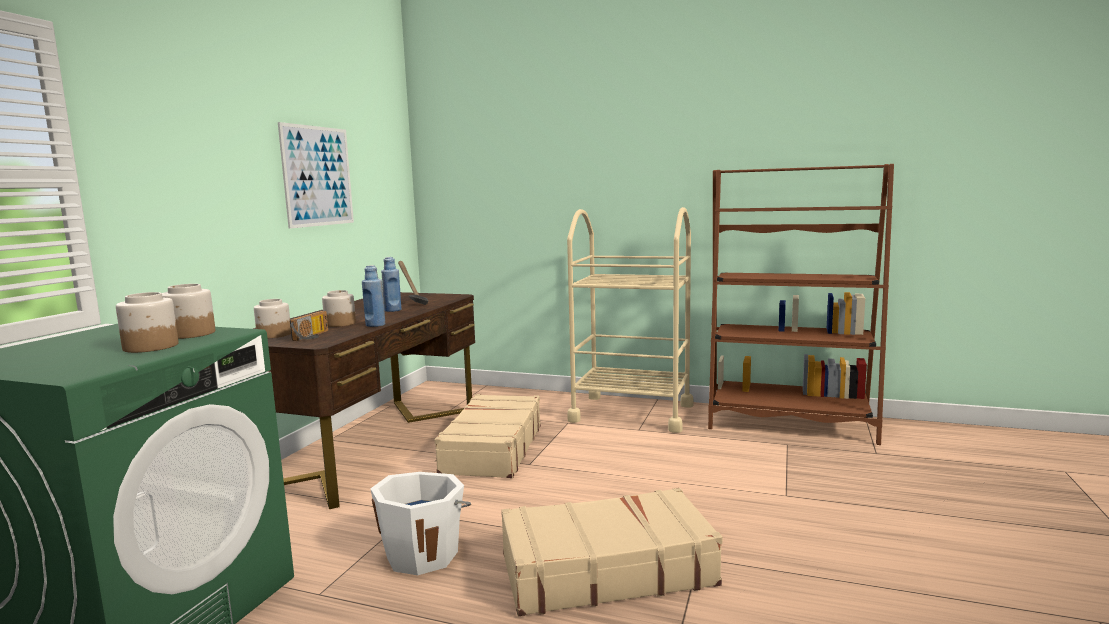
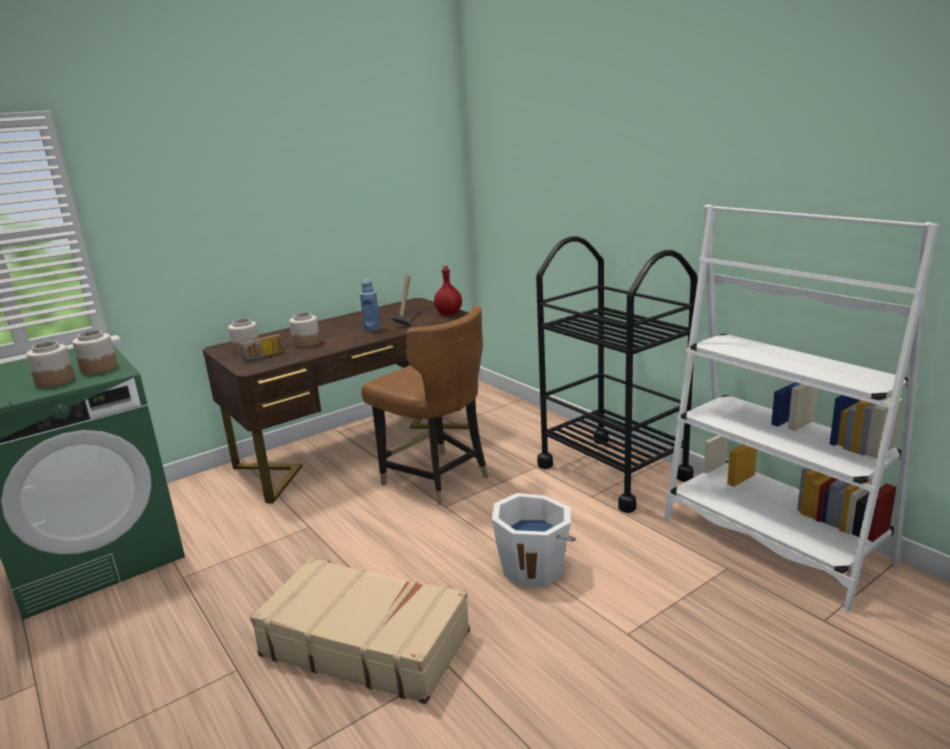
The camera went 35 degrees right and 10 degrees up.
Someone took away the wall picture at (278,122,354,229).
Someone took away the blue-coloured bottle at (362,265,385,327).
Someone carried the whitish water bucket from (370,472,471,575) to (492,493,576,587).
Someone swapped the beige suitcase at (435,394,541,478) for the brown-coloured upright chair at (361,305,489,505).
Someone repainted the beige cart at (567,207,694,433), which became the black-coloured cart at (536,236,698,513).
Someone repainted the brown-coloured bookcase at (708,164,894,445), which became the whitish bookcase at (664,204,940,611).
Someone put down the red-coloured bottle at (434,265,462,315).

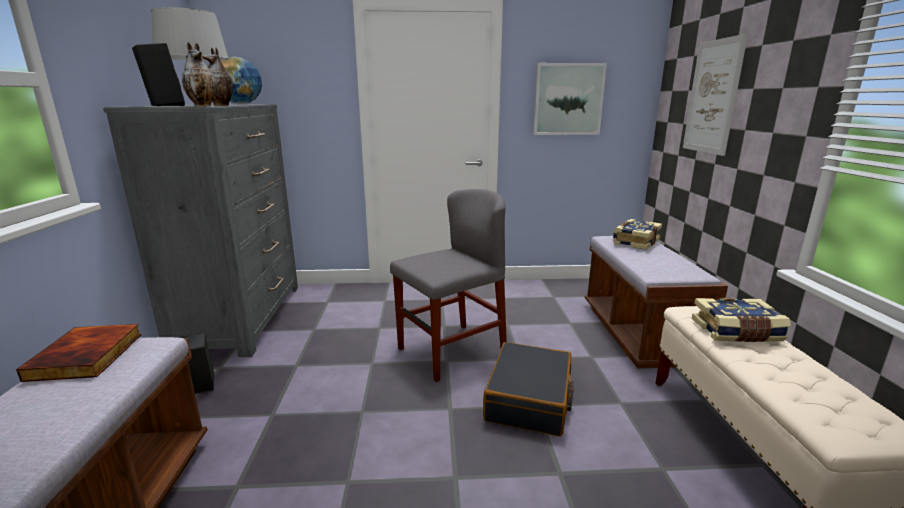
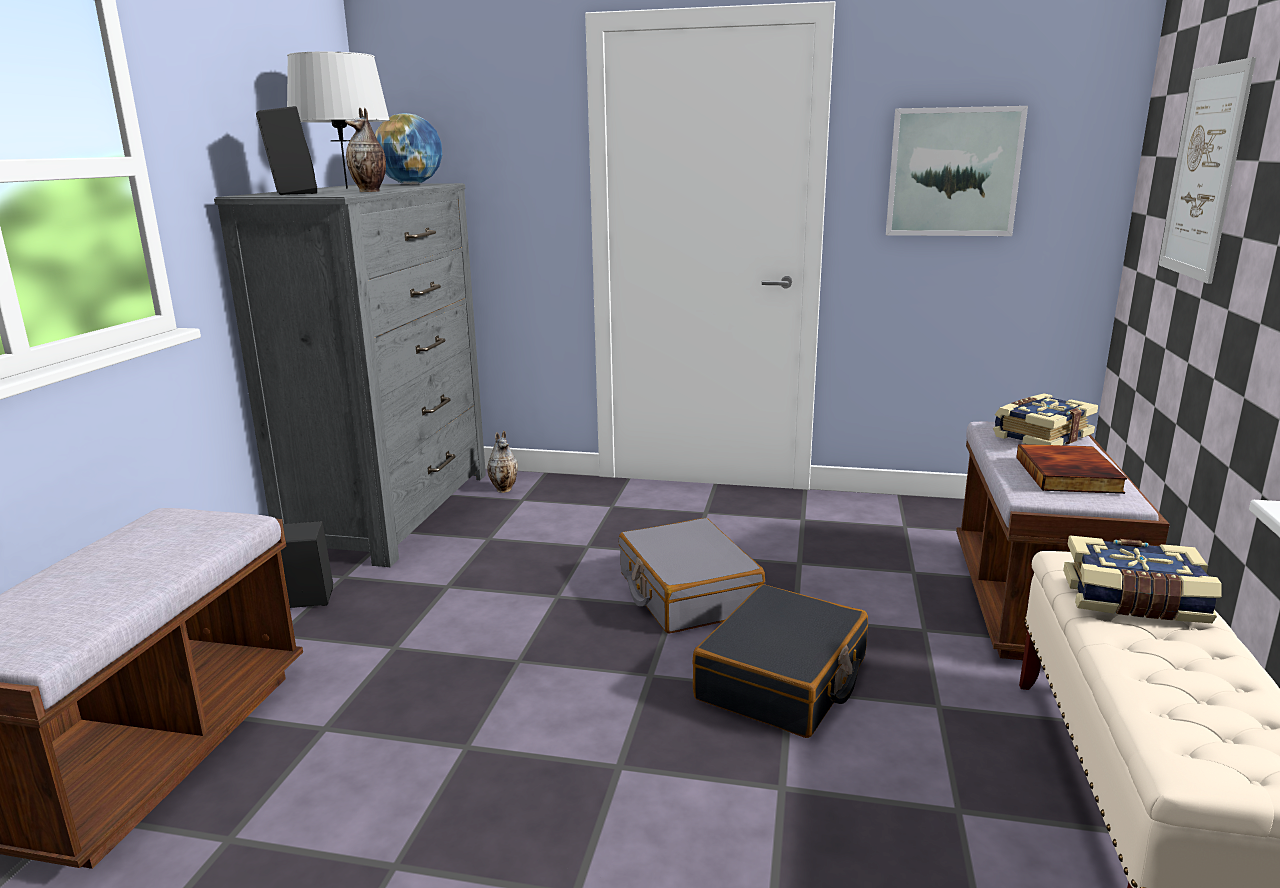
The camera went 15 degrees right and 0 degrees up.
Someone carried the book from (16,324,142,382) to (1016,444,1127,494).
Someone carried the vase from (182,42,215,106) to (488,431,518,493).
Someone swapped the gray upright chair at (390,189,507,382) for the gray suitcase at (619,518,765,633).

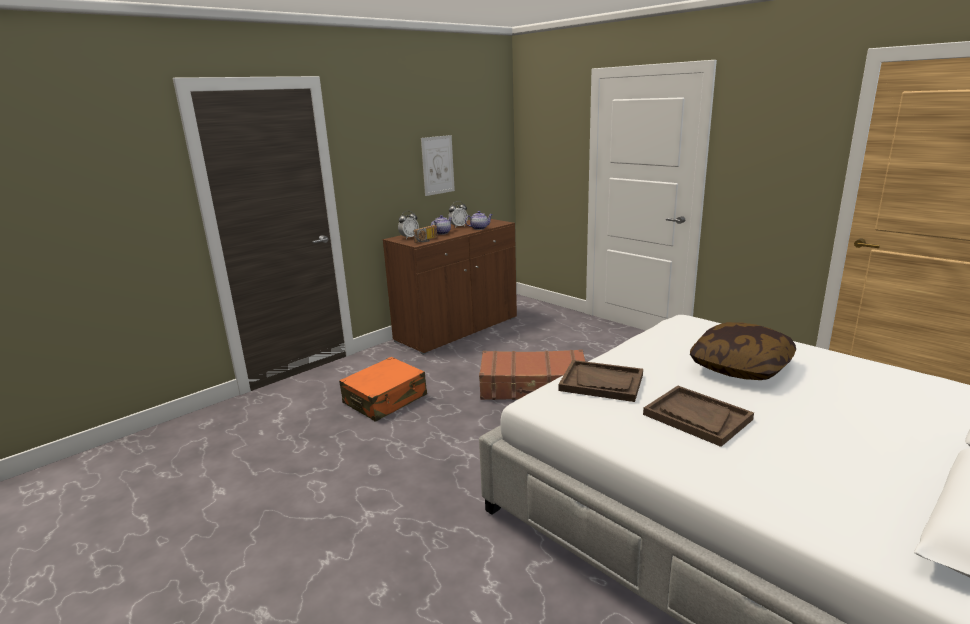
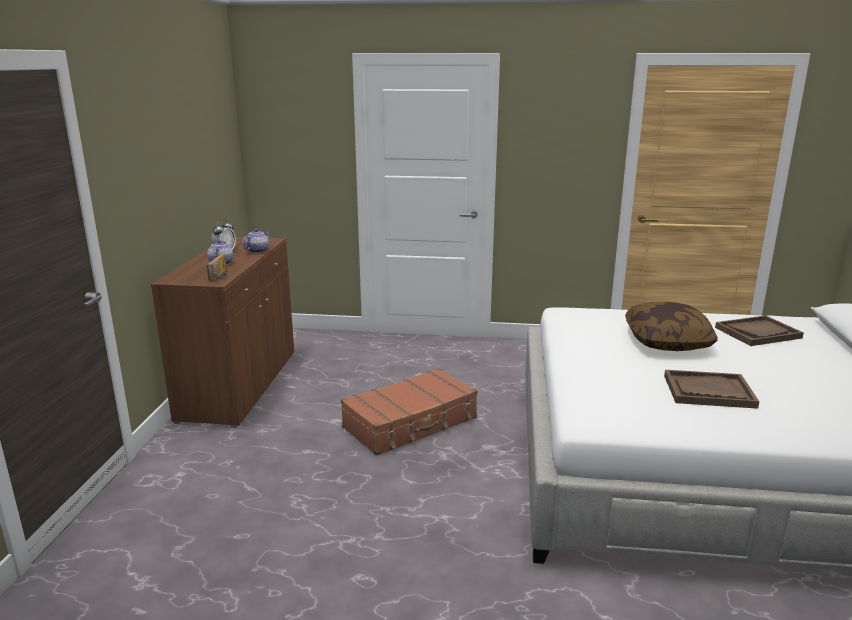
The camera went 40 degrees left and 0 degrees up.
Someone took away the orange suitcase at (339,357,427,422).
Someone took away the bedside clock at (398,211,419,239).
Someone took away the wall picture at (421,135,455,196).
Someone carried the brown-coloured serving tray from (558,360,643,402) to (715,315,804,346).

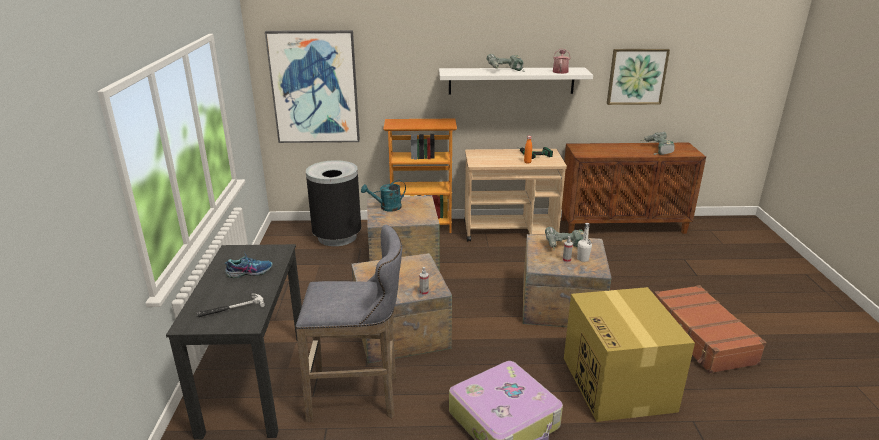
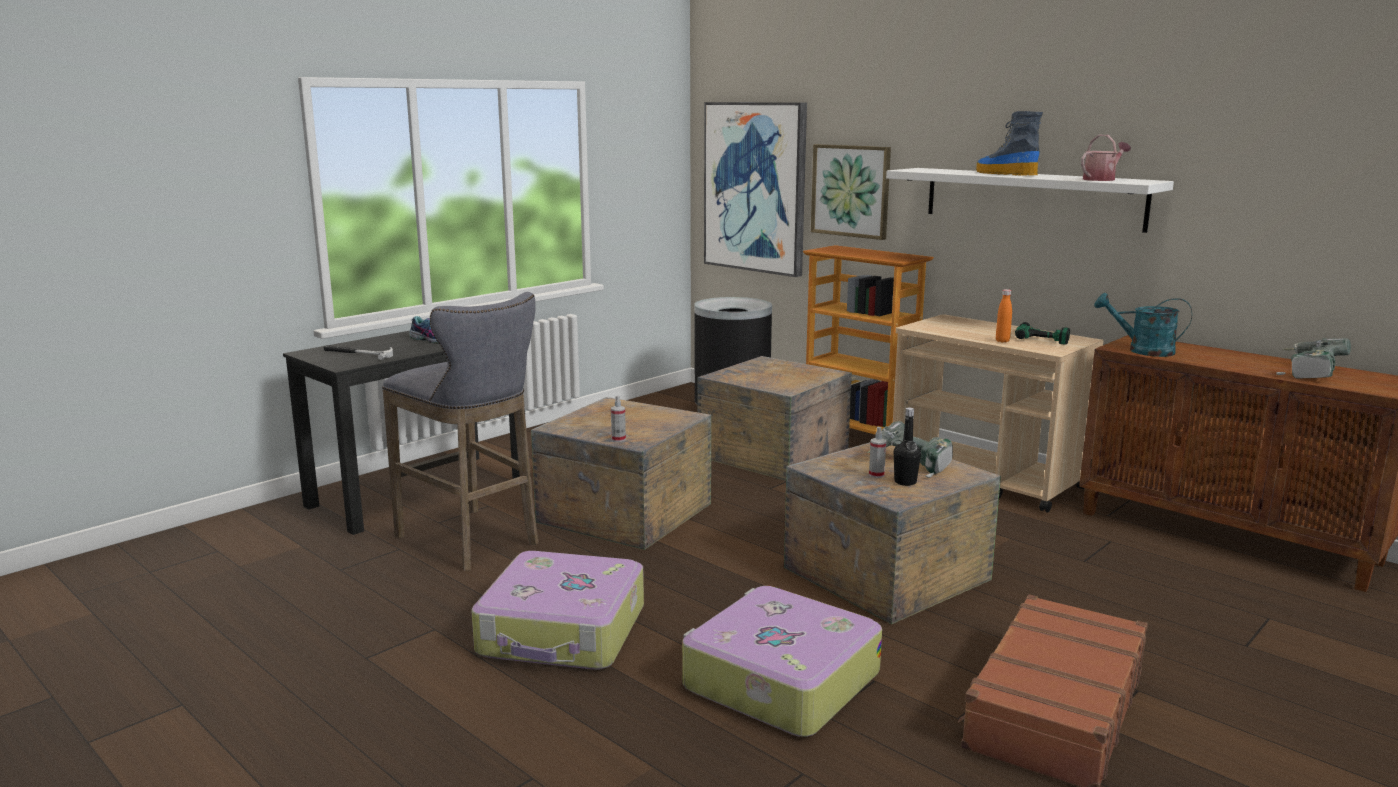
The camera went 45 degrees right and 10 degrees down.
Someone carried the turquoise sprinkling can from (361,180,406,211) to (1094,293,1192,357).
Someone swapped the power drill at (487,54,524,72) for the boot at (976,111,1043,176).
Someone swapped the carton at (564,287,695,422) for the suitcase at (682,586,882,737).
Someone repainted the whitish bottle at (577,223,592,262), which became the black-coloured bottle at (894,408,921,486).
Someone carried the wall picture from (607,49,670,105) to (811,144,891,240).

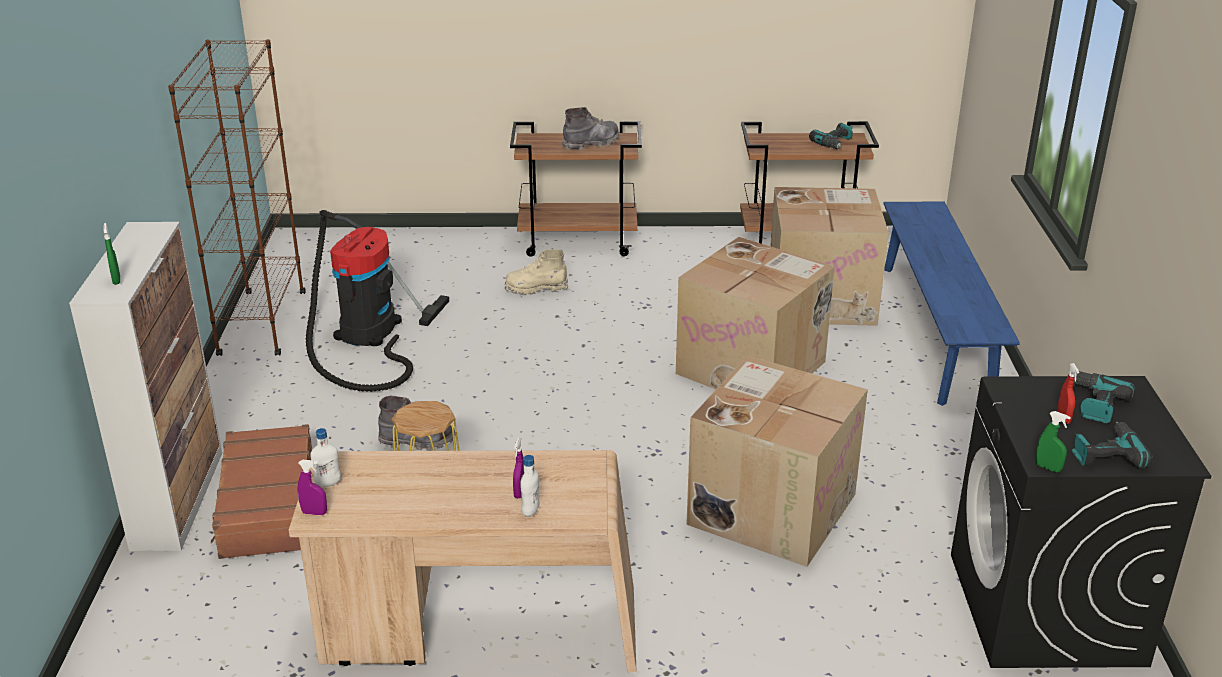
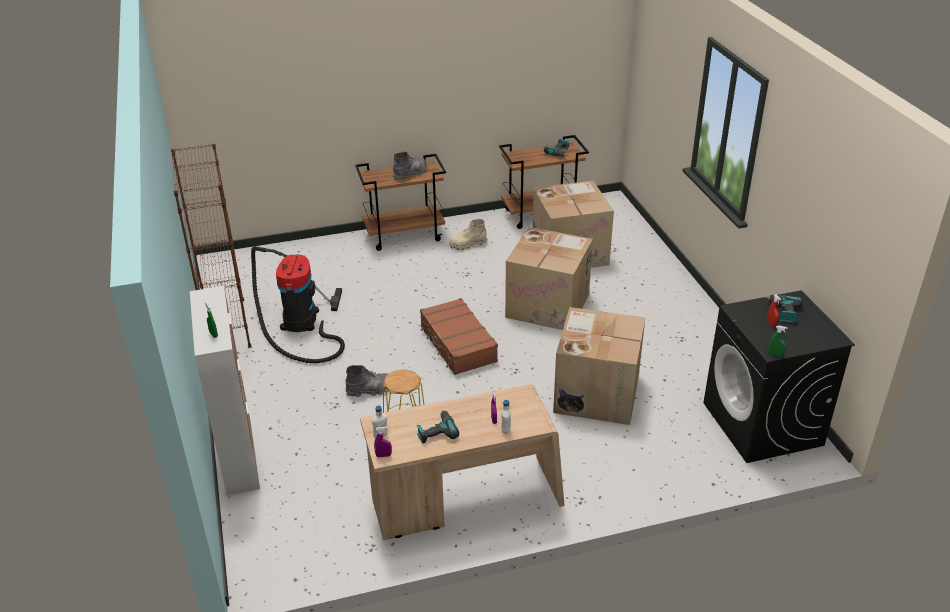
The camera went 15 degrees left and 5 degrees up.
Someone carried the brown-coloured suitcase from (211,424,312,559) to (420,298,498,375).
Someone carried the beige boot from (505,250,568,295) to (449,219,487,250).
Someone took away the blue-coloured bench at (884,202,1020,406).
Someone carried the power drill from (1072,422,1153,468) to (417,410,459,444).

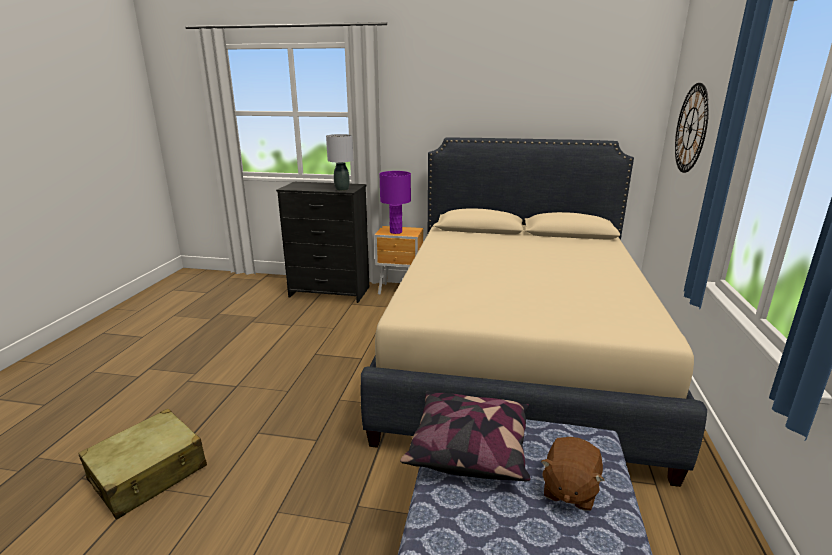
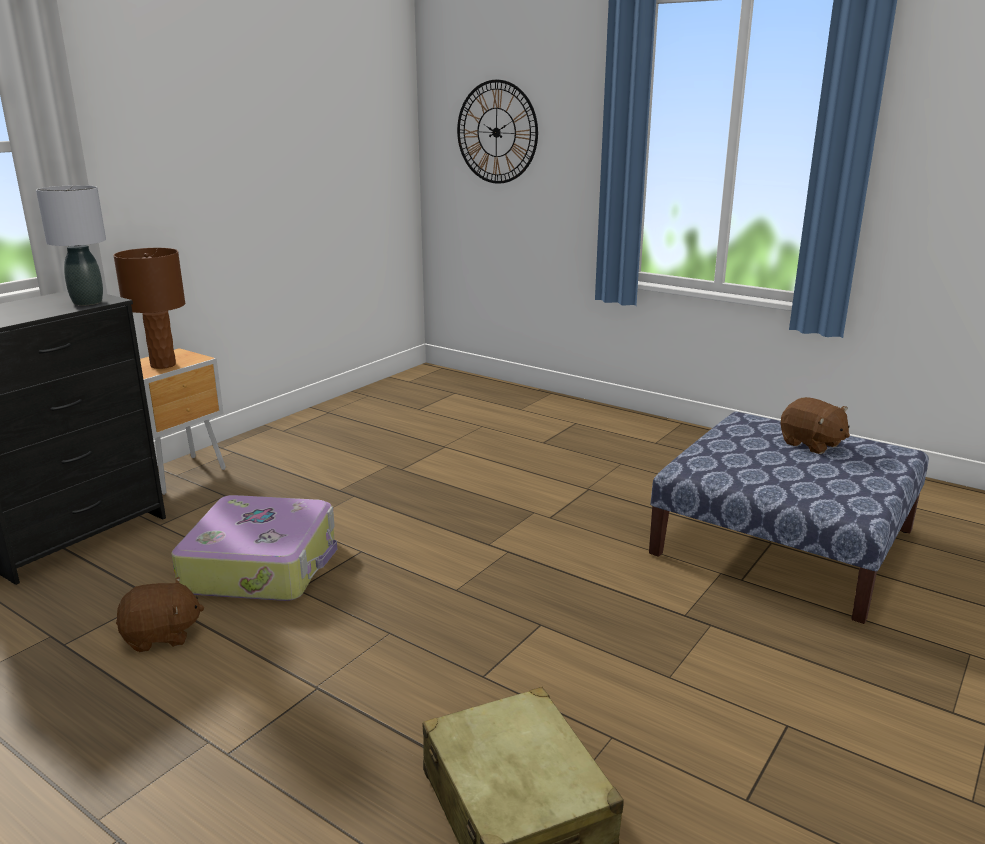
The camera went 65 degrees left and 0 degrees up.
Someone took away the beige bedroom bed at (360,138,707,487).
Someone repainted the purple tabletop lamp at (380,171,411,234), which became the brown-coloured tabletop lamp at (113,248,185,369).
Someone took away the throw pillow at (400,391,530,481).
Someone put down the brown-coloured cuddly toy at (116,577,204,652).
Someone put down the suitcase at (171,495,337,601).

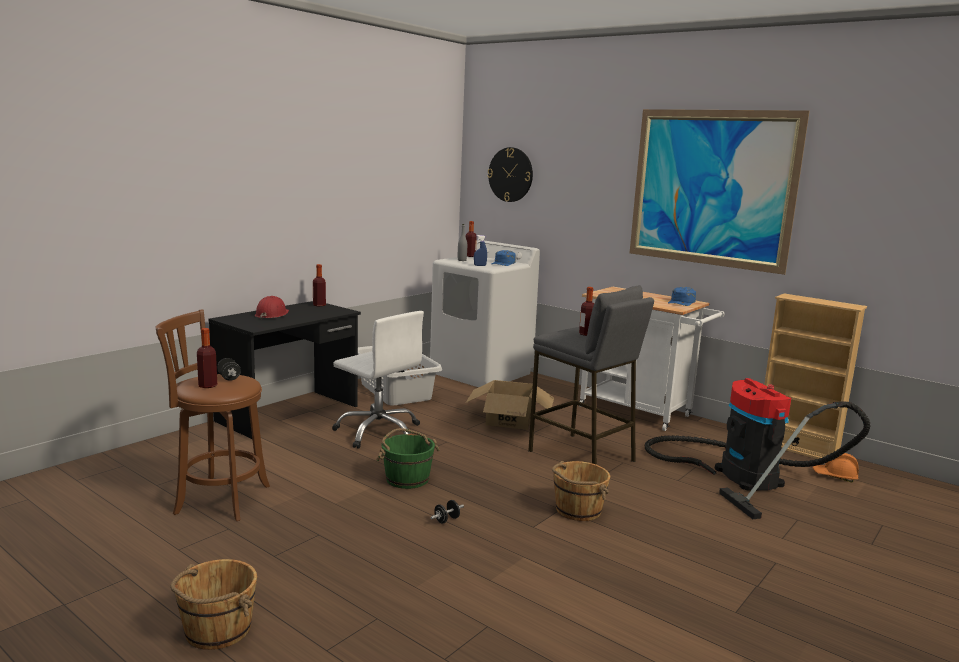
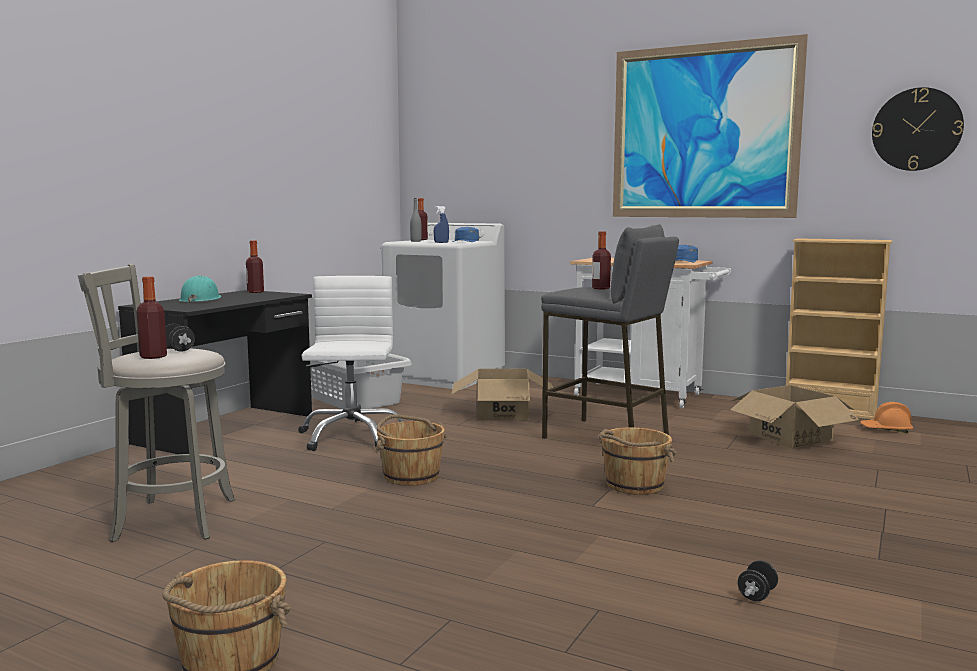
The camera went 10 degrees left and 5 degrees down.
Someone repainted the brown-coloured stool seat at (155,309,270,521), which became the gray stool seat at (78,264,235,542).
Someone repainted the red-coloured safety helmet at (255,296,289,319), which became the turquoise safety helmet at (179,276,221,303).
Someone rotated the whitish computer chair at (332,311,424,449) by 120 degrees counterclockwise.
Someone repainted the greenish water bucket at (376,428,440,489), which became the brown-coloured water bucket at (373,415,447,486).
Someone carried the black-coloured free weight from (431,500,464,524) to (738,561,778,601).
Someone carried the clock on the wall from (488,147,533,202) to (872,87,964,171).
Someone swapped the vacuum cleaner at (644,378,870,519) for the carton at (730,385,859,448).

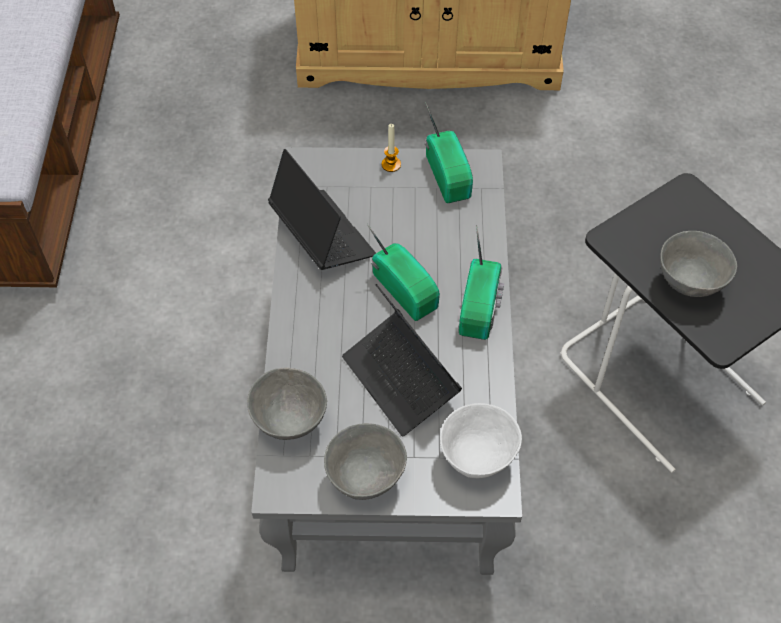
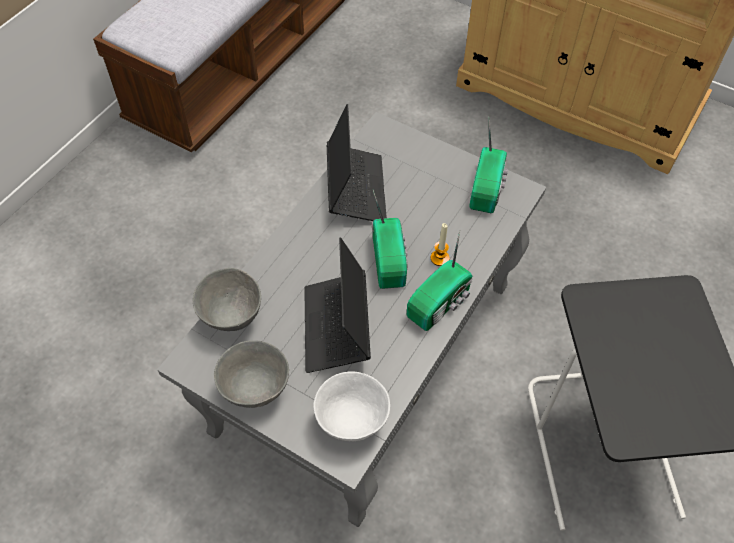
The camera went 30 degrees right and 0 degrees up.
Someone carried the candle from (382,124,401,172) to (430,223,450,266).
Someone took away the gray bowl at (660,231,737,297).

